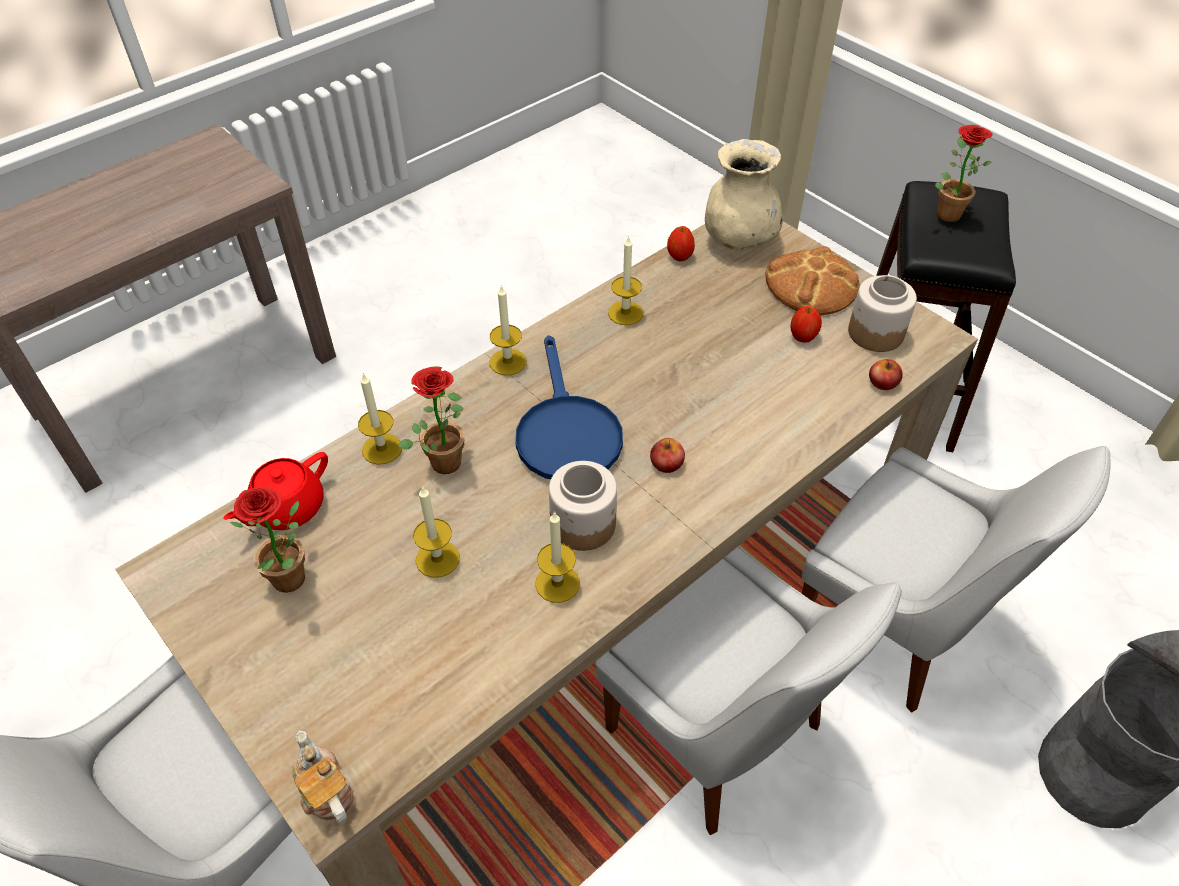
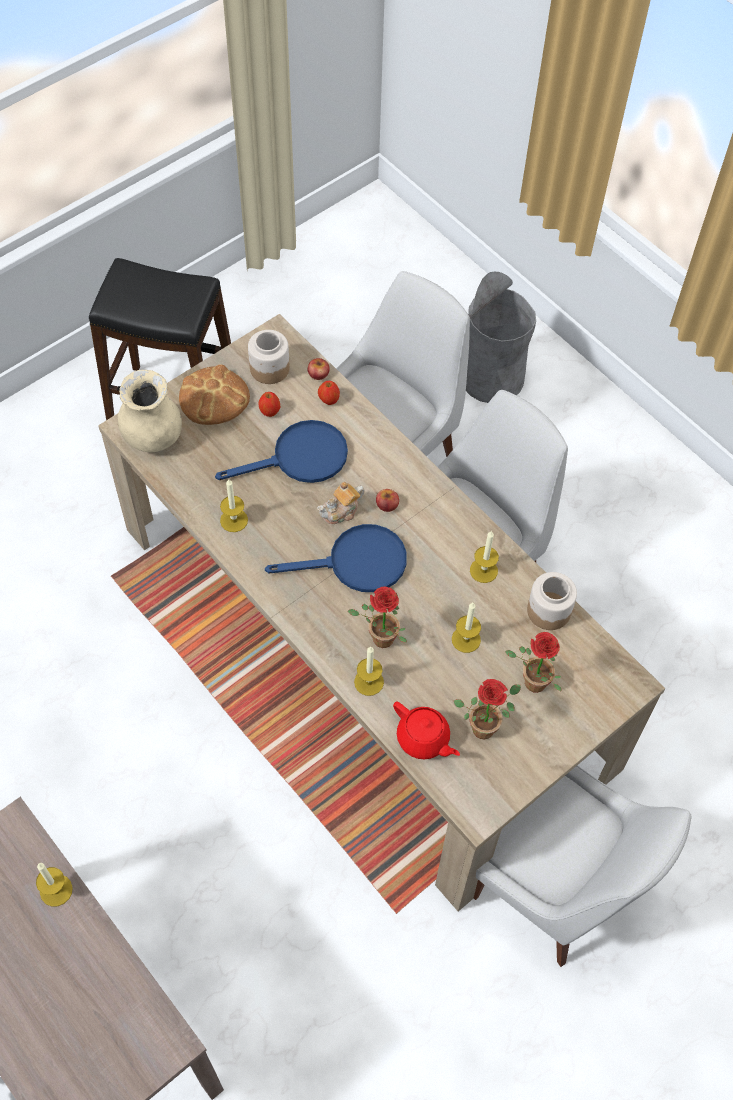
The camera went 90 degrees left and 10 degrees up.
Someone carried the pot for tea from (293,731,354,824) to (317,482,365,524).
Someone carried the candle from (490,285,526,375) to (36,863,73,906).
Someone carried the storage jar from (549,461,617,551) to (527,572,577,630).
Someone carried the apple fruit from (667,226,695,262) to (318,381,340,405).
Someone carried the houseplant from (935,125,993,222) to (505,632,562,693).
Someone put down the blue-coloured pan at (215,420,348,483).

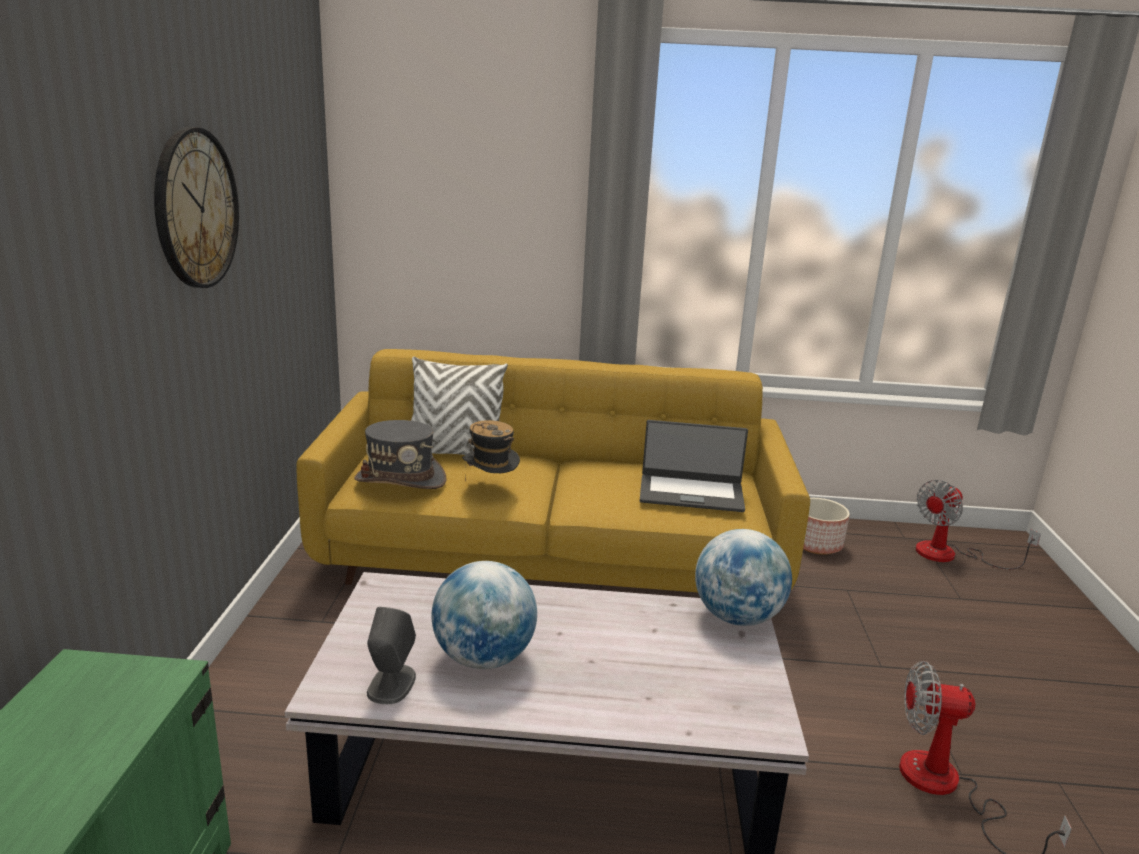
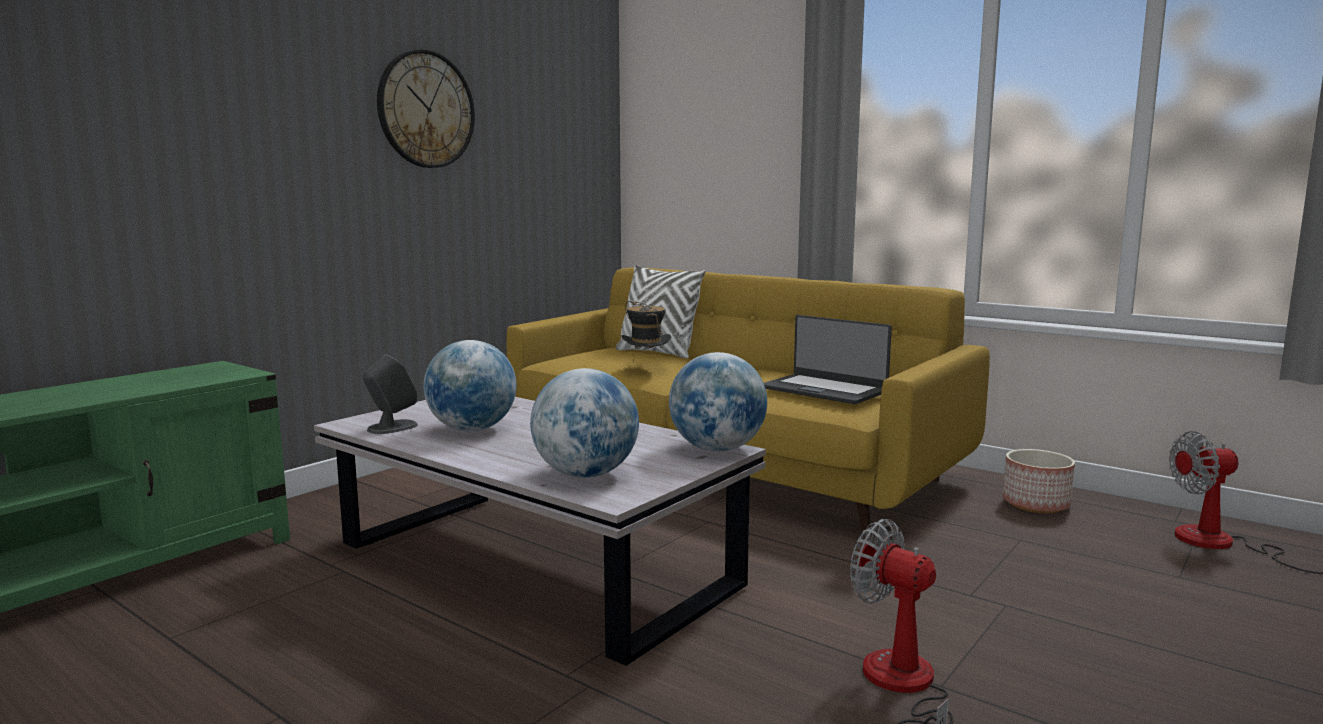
The camera went 35 degrees right and 10 degrees down.
Someone took away the gray clothing hat at (354,420,446,489).
Someone put down the globe at (530,368,639,478).

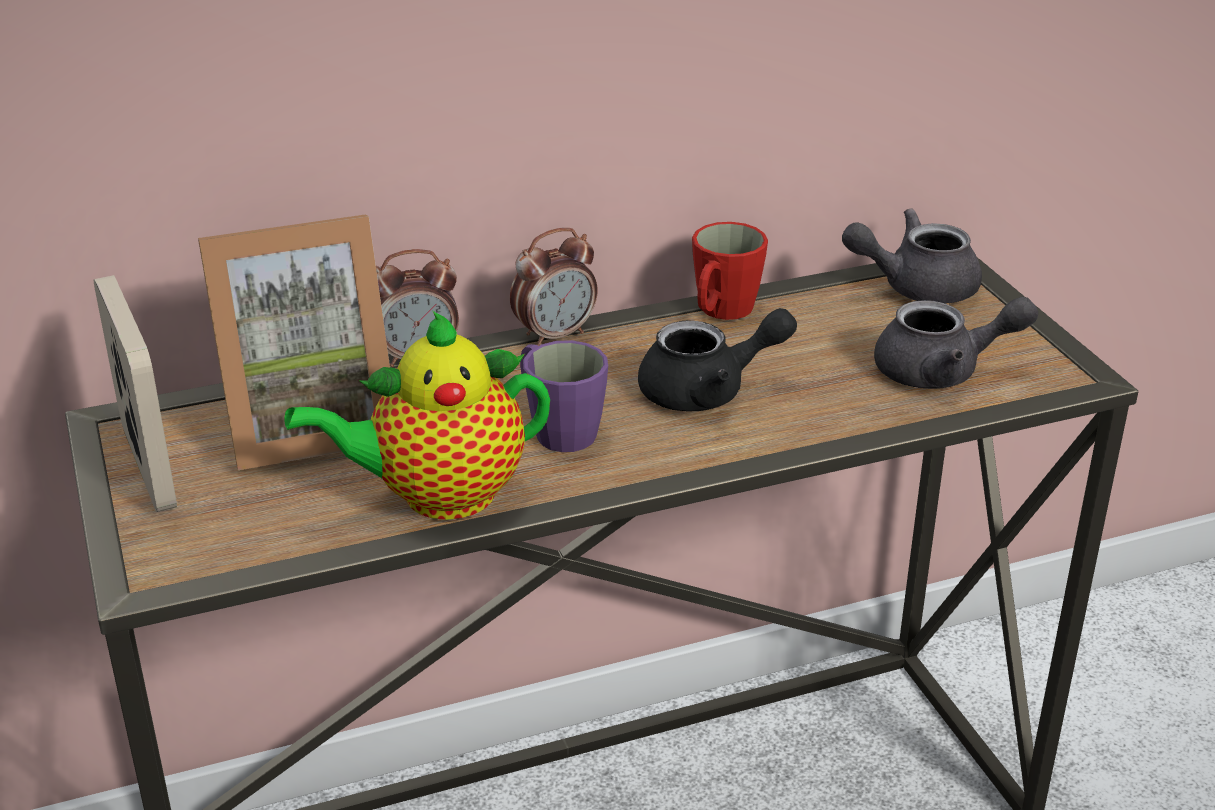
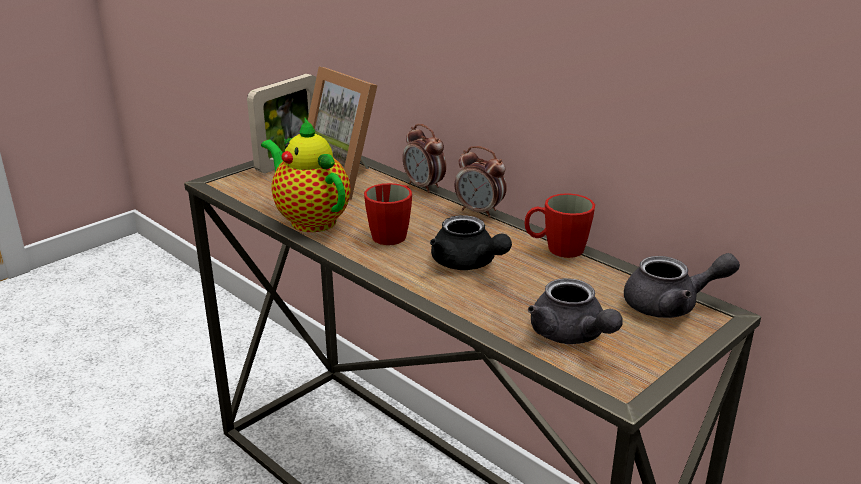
The camera went 65 degrees right and 5 degrees down.
Someone repainted the purple mug at (520,340,608,452), which became the red-coloured mug at (364,183,412,245).
Someone rotated the gray pot for tea at (842,208,982,304) by 120 degrees clockwise.

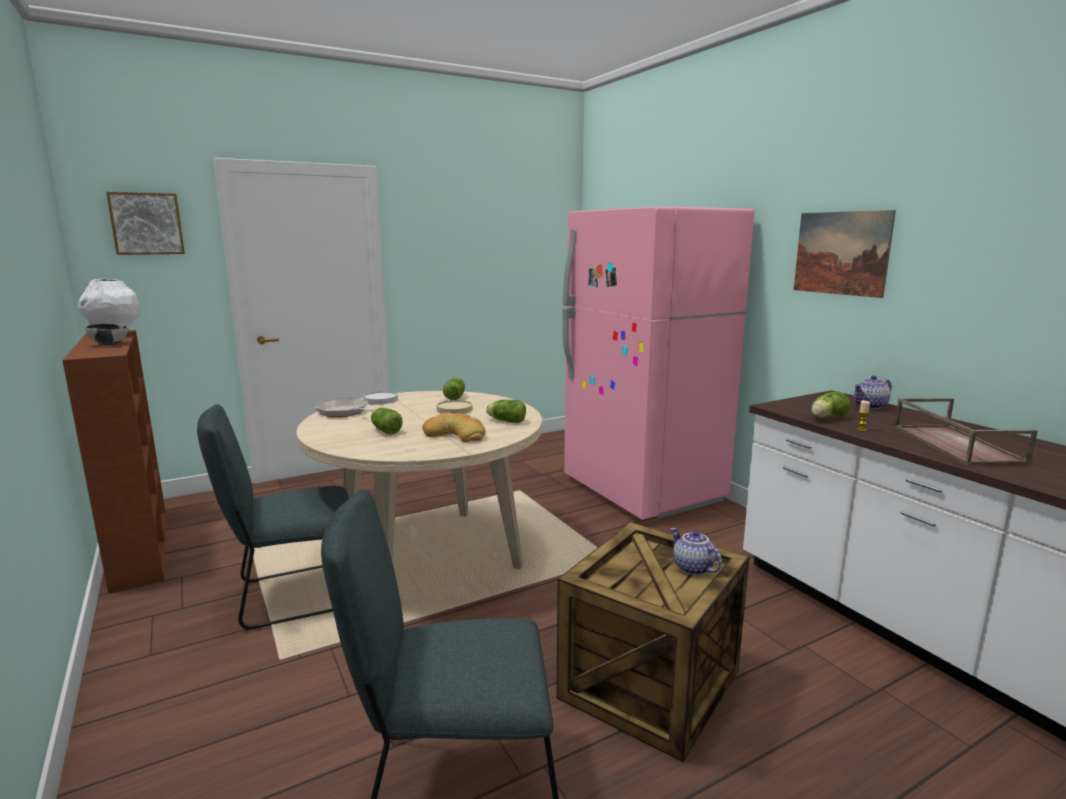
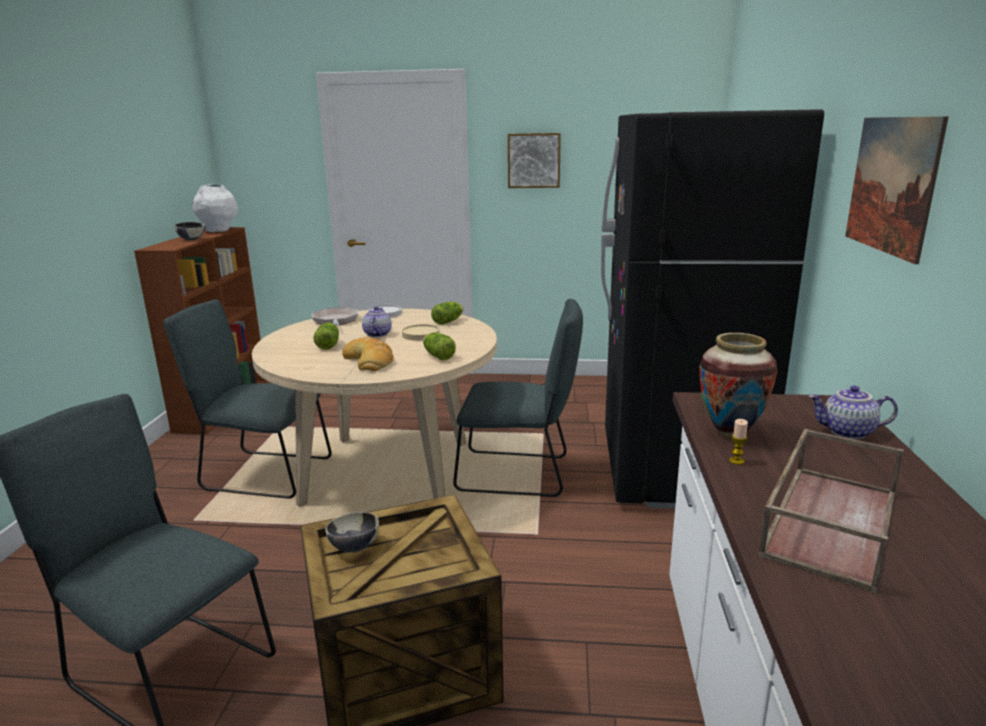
The camera went 35 degrees right and 5 degrees up.
Someone carried the wall picture from (106,192,185,255) to (508,133,561,188).
Someone repainted the pinkish kitchen fridge at (562,207,754,520), which became the black-coloured kitchen fridge at (601,109,824,509).
Someone carried the pot for tea from (670,528,722,575) to (362,306,392,337).
Someone swapped the head of lettuce at (811,391,850,418) for the vase at (699,333,777,438).
Someone put down the bowl at (325,512,379,553).
Someone put down the gray upright chair at (453,299,583,497).

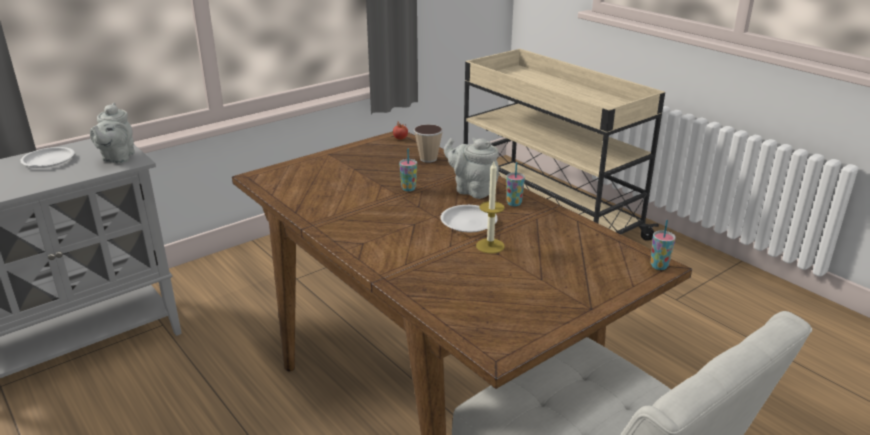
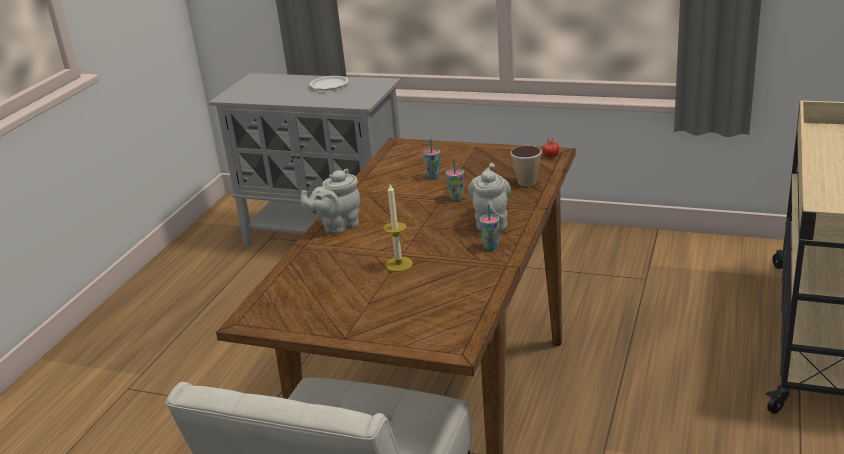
The camera went 60 degrees right and 0 degrees up.
Someone carried the gray pot for tea from (90,103,135,164) to (301,169,360,234).
Someone took away the whitish plate at (441,205,498,232).
Someone carried the cup from (651,220,676,270) to (423,139,440,179).

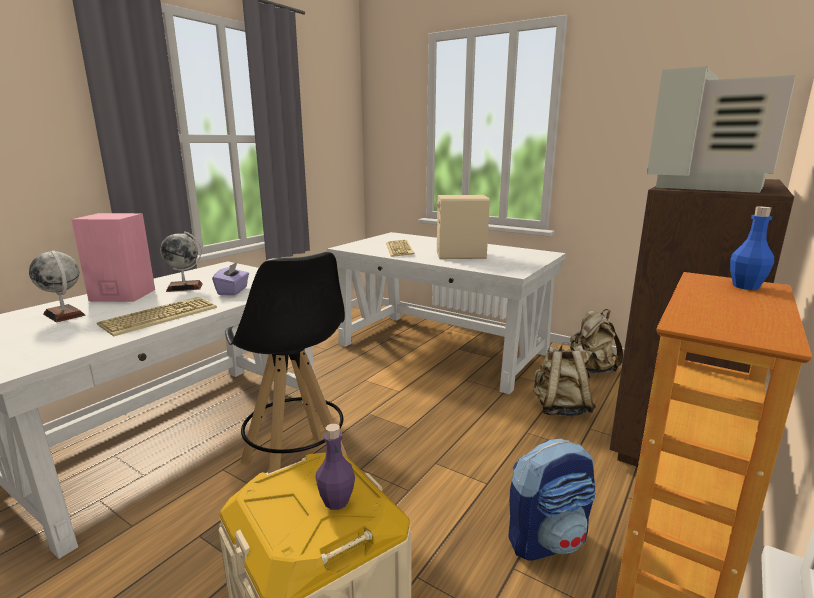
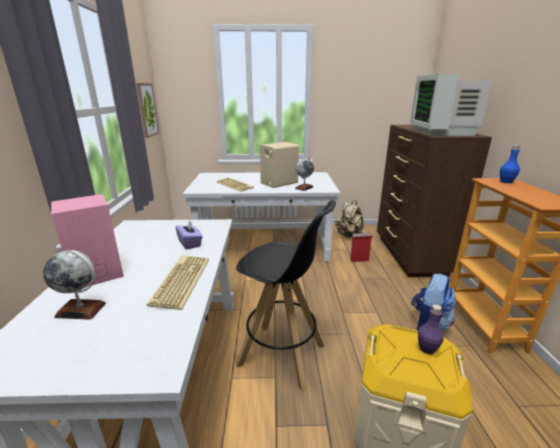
The camera went 35 degrees left and 5 degrees up.
Someone carried the globe from (160,231,203,292) to (295,157,314,191).
Someone swapped the beige rucksack at (533,342,596,417) for the carton at (350,233,374,262).
Someone put up the wall picture at (136,83,159,138).

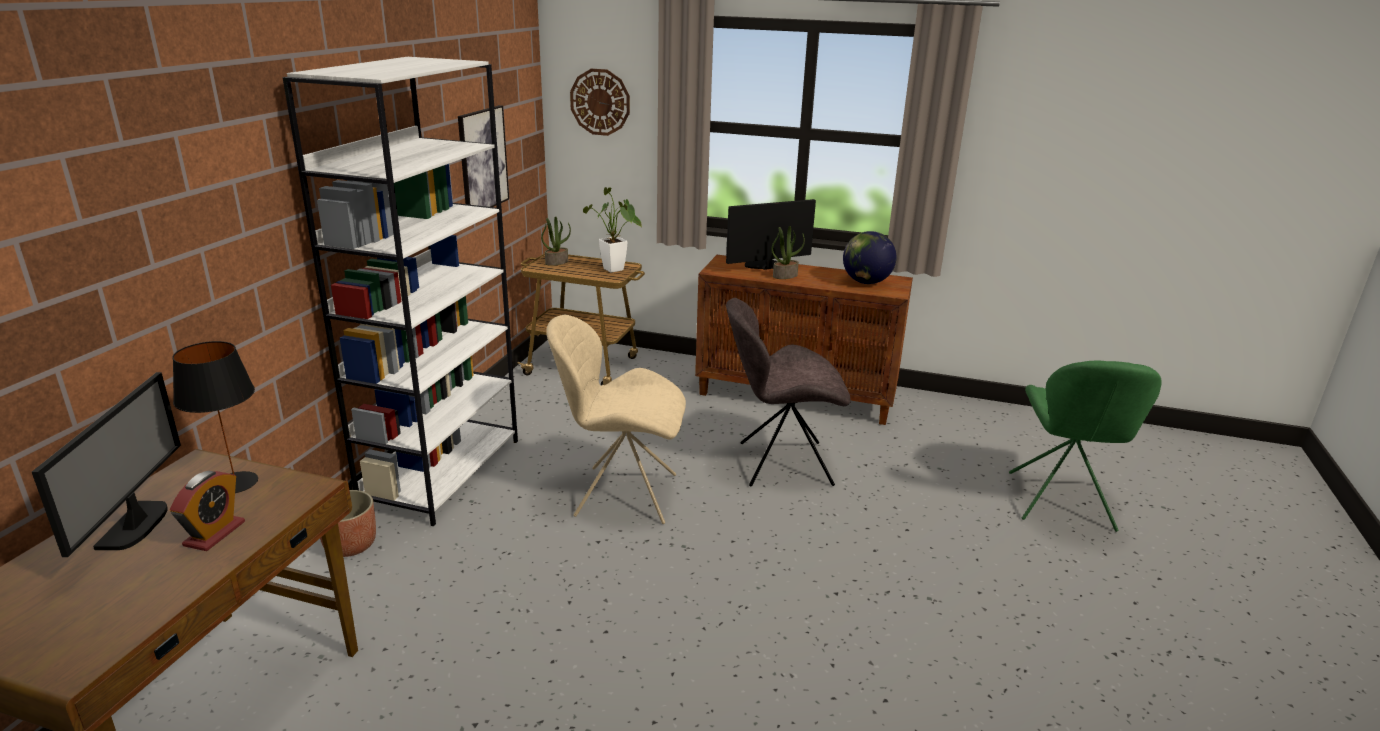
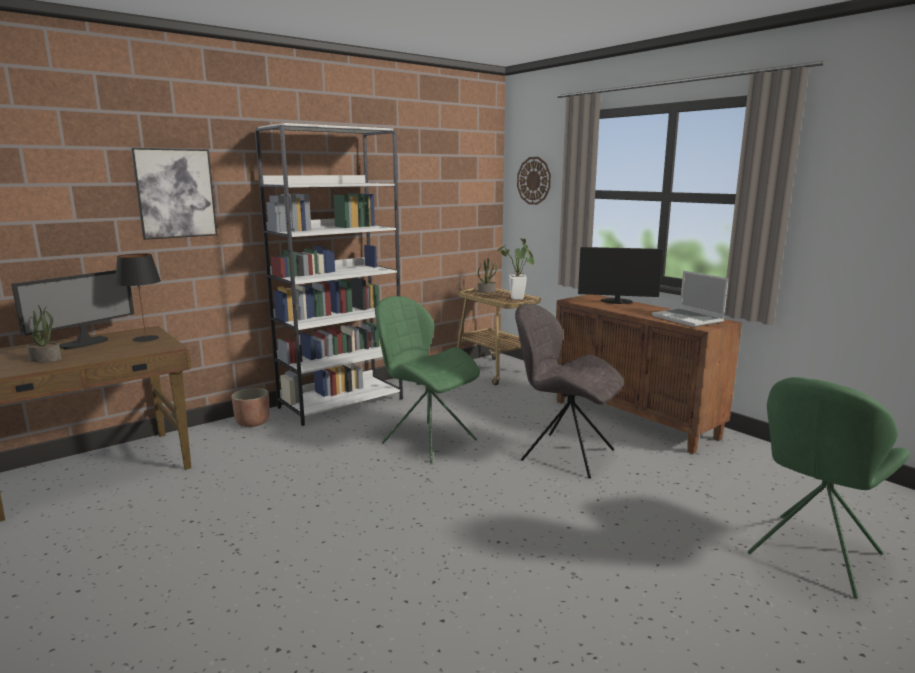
The camera went 35 degrees right and 10 degrees down.
Someone took away the bedside clock at (170,471,245,551).
Someone carried the wall picture from (458,105,509,207) to (131,148,217,240).
Someone repainted the beige upright chair at (546,315,686,524), which became the greenish upright chair at (375,296,480,463).
Someone carried the houseplant from (771,226,805,279) to (27,305,62,362).
Someone swapped the globe at (843,231,897,284) for the portable computer at (652,271,729,327).

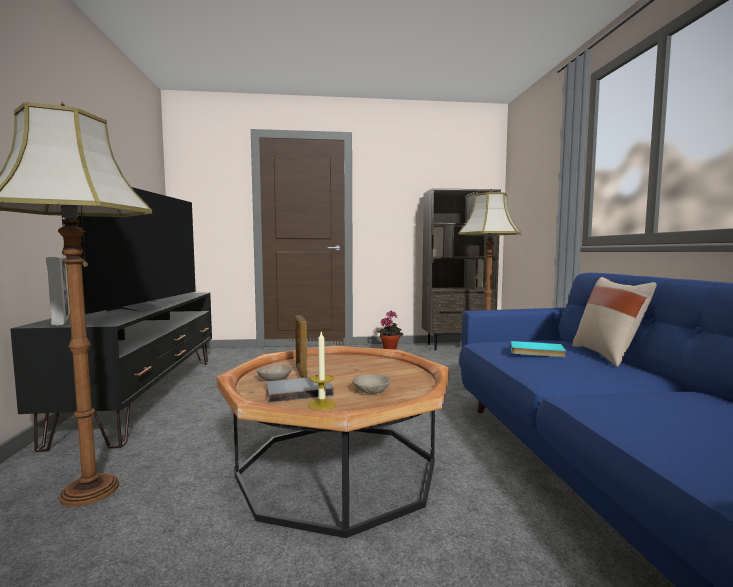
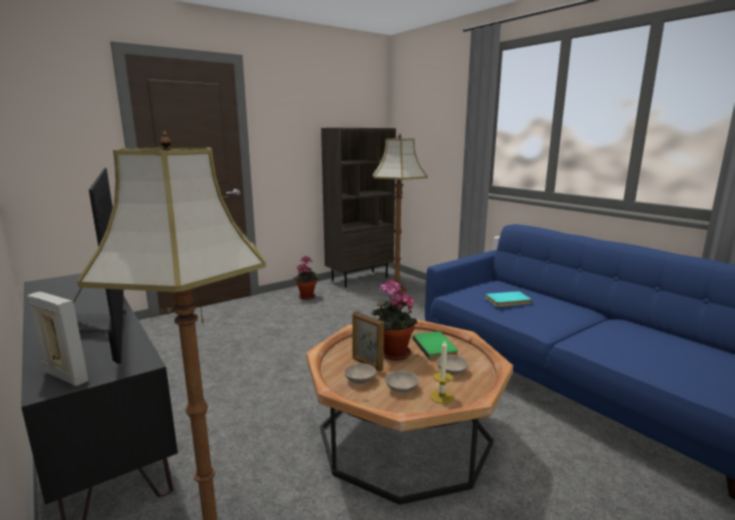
The camera went 30 degrees left and 10 degrees up.
Someone swapped the gray book at (266,377,334,402) for the beige bowl at (385,370,419,393).
Someone took away the beige throw pillow at (573,277,657,367).
Someone put down the houseplant at (371,280,417,361).
Someone put down the greenish book at (413,331,458,360).

